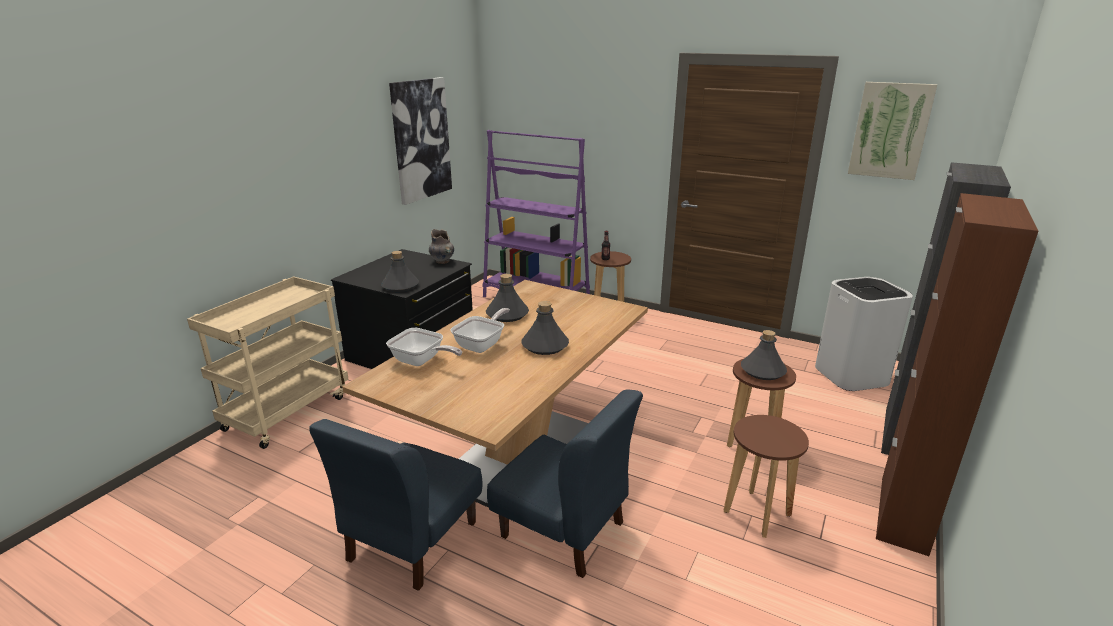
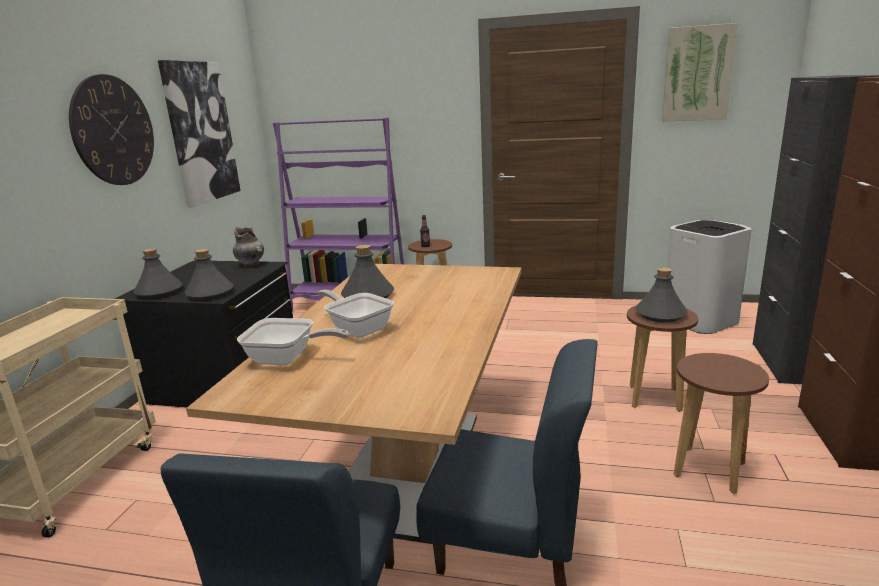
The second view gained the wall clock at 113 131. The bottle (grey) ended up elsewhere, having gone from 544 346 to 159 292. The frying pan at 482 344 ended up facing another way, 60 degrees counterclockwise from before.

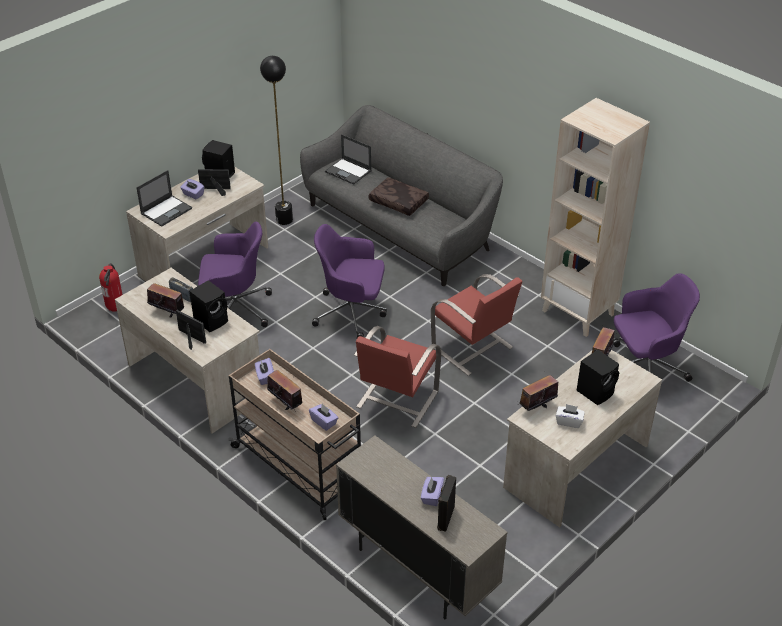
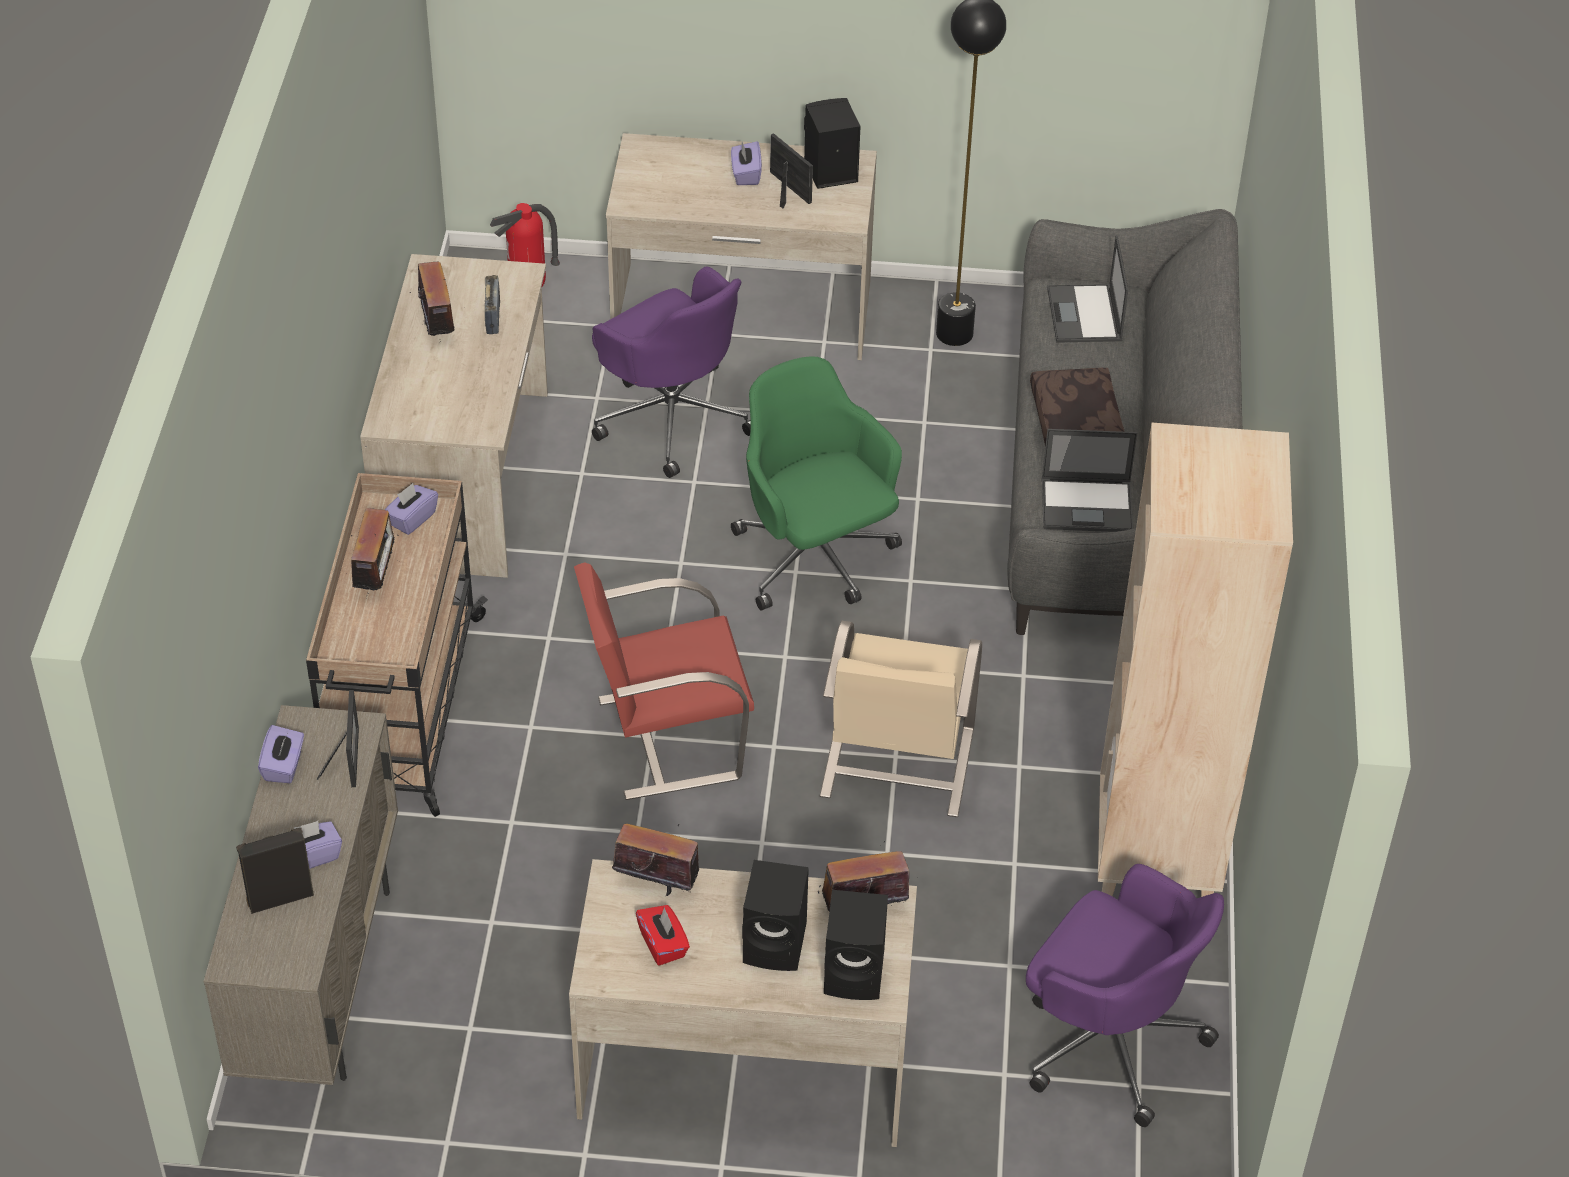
The laptop ended up elsewhere, having gone from 166 210 to 1088 505. The picture frame ended up elsewhere, having gone from 189 338 to 347 756. The speaker (black) ended up elsewhere, having gone from 212 320 to 856 973. The tissue box (purple) ended up elsewhere, having gone from 324 422 to 284 766. What was the office chair (purple) at 352 313 turned into the office chair (green) at 815 559. What was the chair (red) at 473 348 turned into the chair (beige) at 895 765. What was the tissue box (white) at 569 421 turned into the tissue box (red) at 663 945.

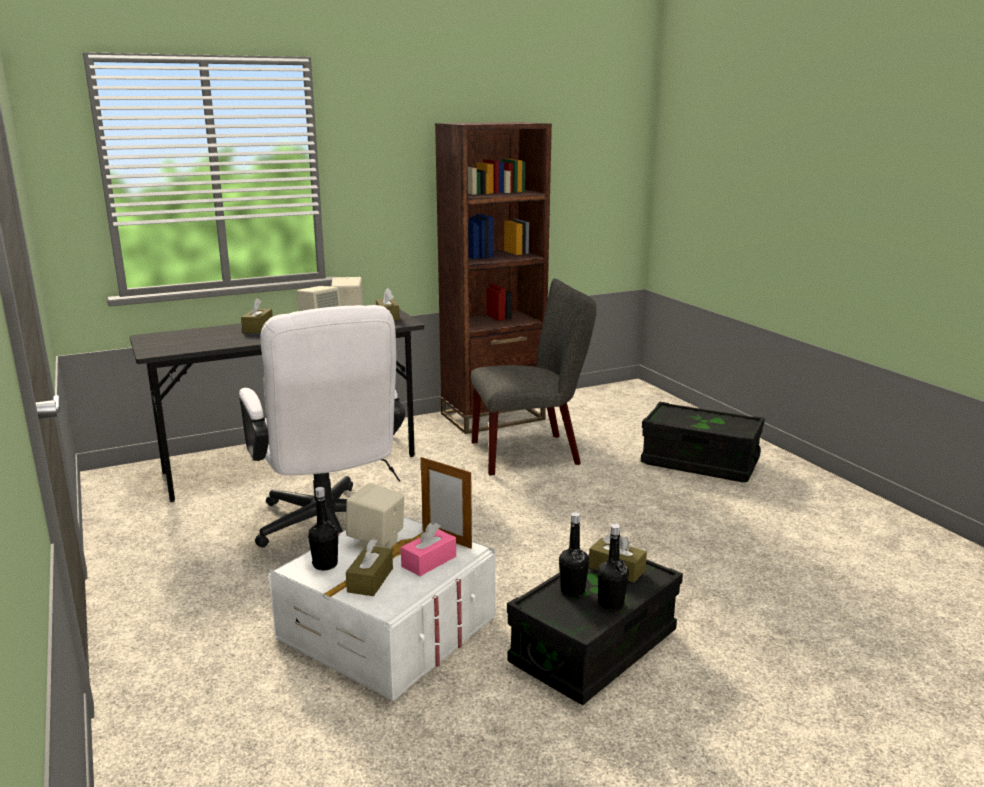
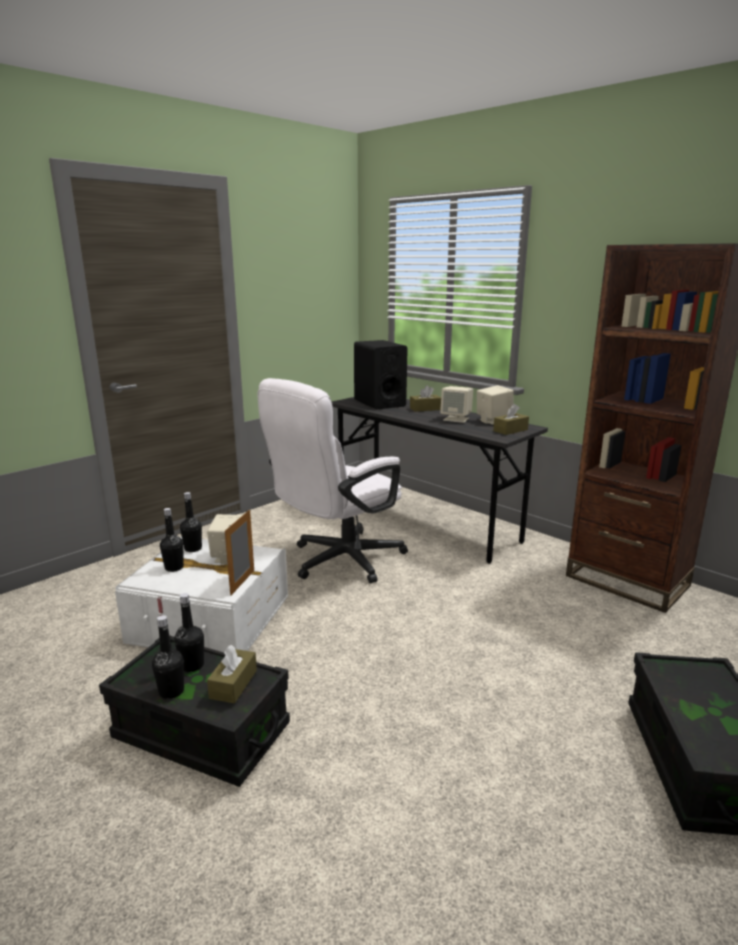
The second view lost the tissue box (pink) at 429 561. The second view lost the chair (grey) at 532 452. The second view gained the speaker (black) at 379 403. Where the tissue box (brown) stood at 370 580, the bottle (black) came to stand at 174 567.

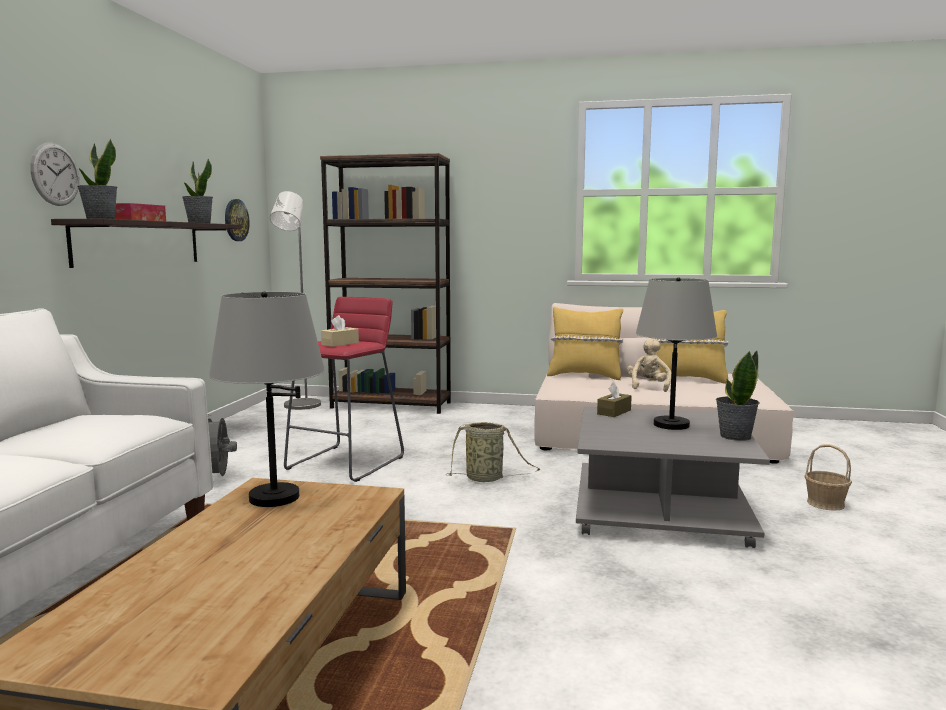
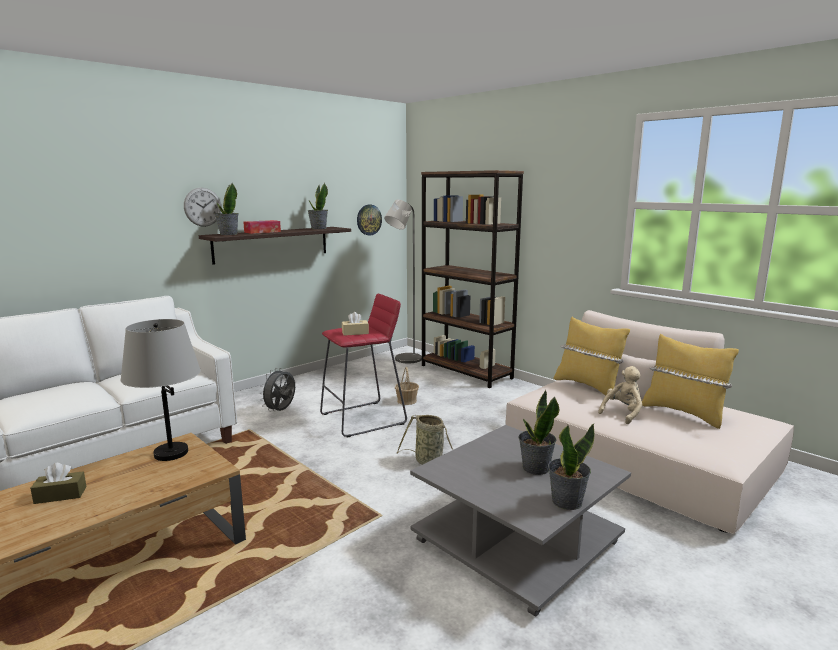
The tissue box (brown) ended up elsewhere, having gone from 614 412 to 60 495. The basket ended up elsewhere, having gone from 825 503 to 407 401. Where the table lamp (grey) stood at 671 425, the potted plant came to stand at 535 468.

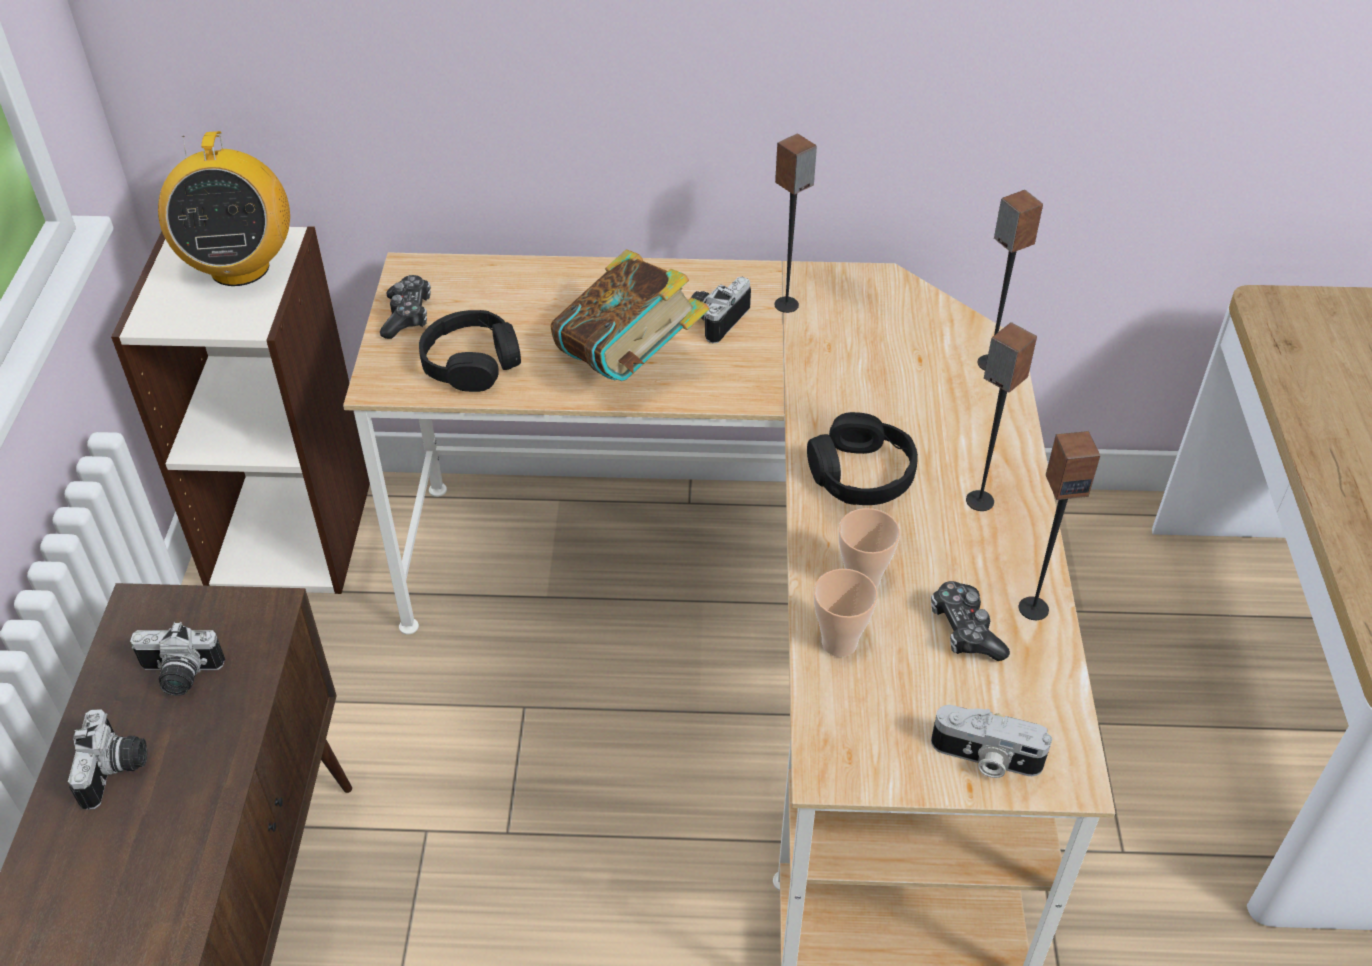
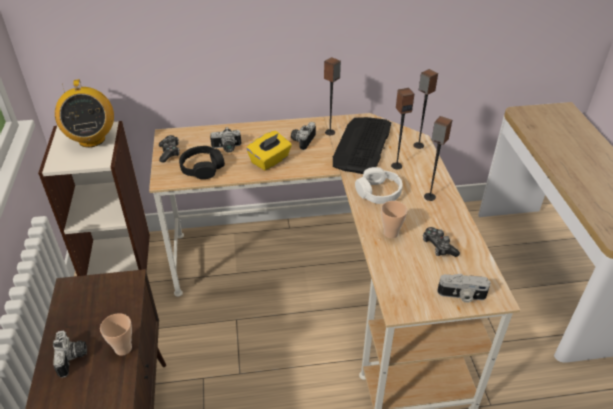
The second view gained the keyboard at 362 145. The photo camera ended up elsewhere, having gone from 179 676 to 227 148. The cup ended up elsewhere, having gone from 839 643 to 123 348. The speaker ended up elsewhere, having gone from 1033 608 to 396 165. Where the book stood at 629 362, the tissue box (yellow) came to stand at 270 160. What was the headphones (black) at 860 474 turned into the headphones (white) at 378 192.

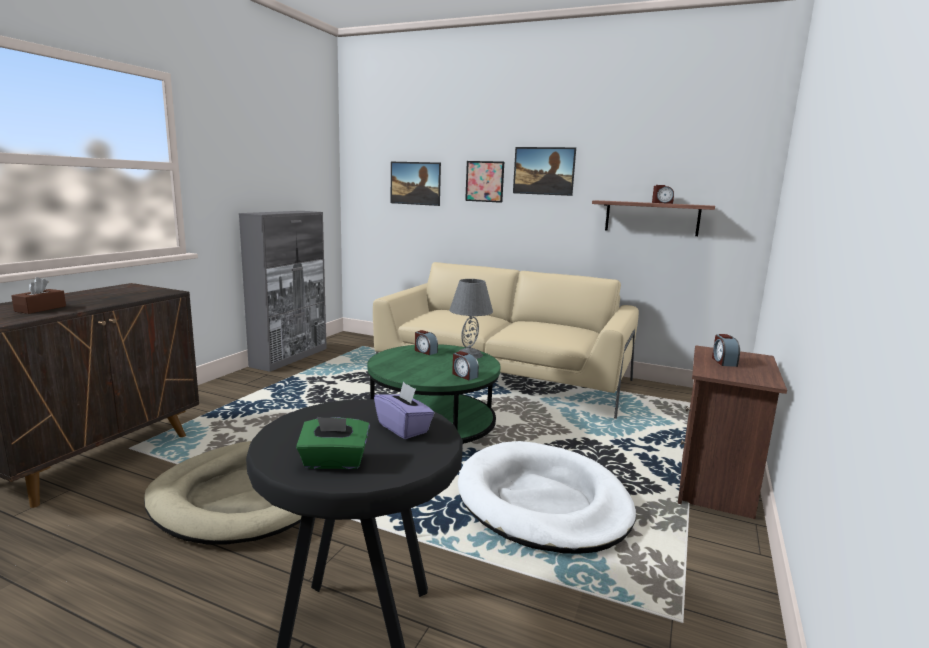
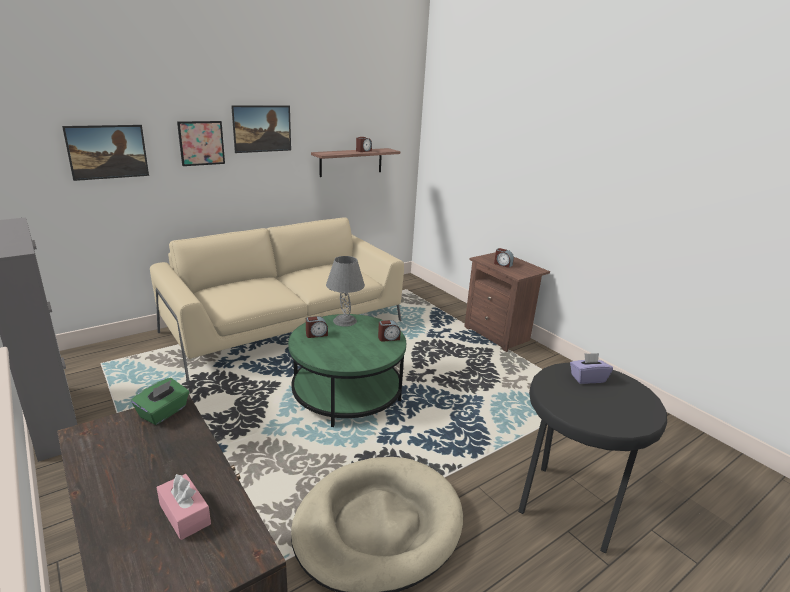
The second view lost the dog bed (white) at 542 502. The tissue box (green) ended up elsewhere, having gone from 334 462 to 164 412. What was the tissue box (brown) at 40 309 turned into the tissue box (pink) at 184 514.

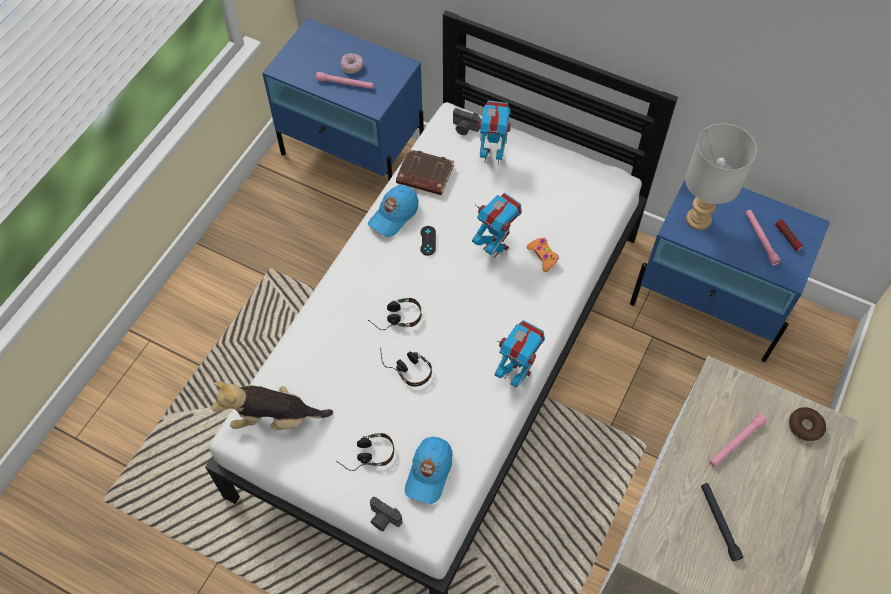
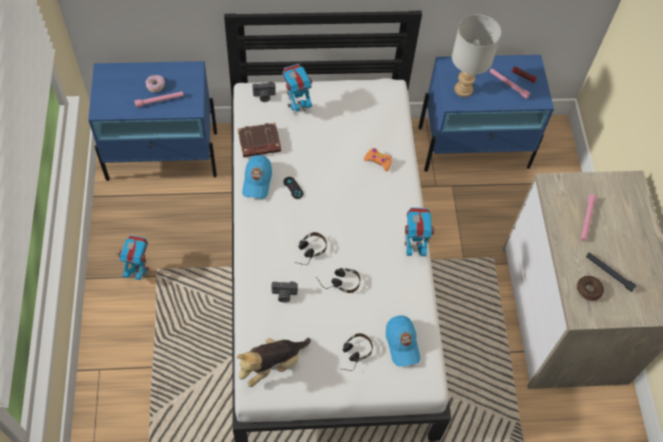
The photo camera ended up elsewhere, having gone from 383 519 to 284 295. The toy robot ended up elsewhere, having gone from 495 247 to 139 271. The donut ended up elsewhere, having gone from 805 427 to 588 290.

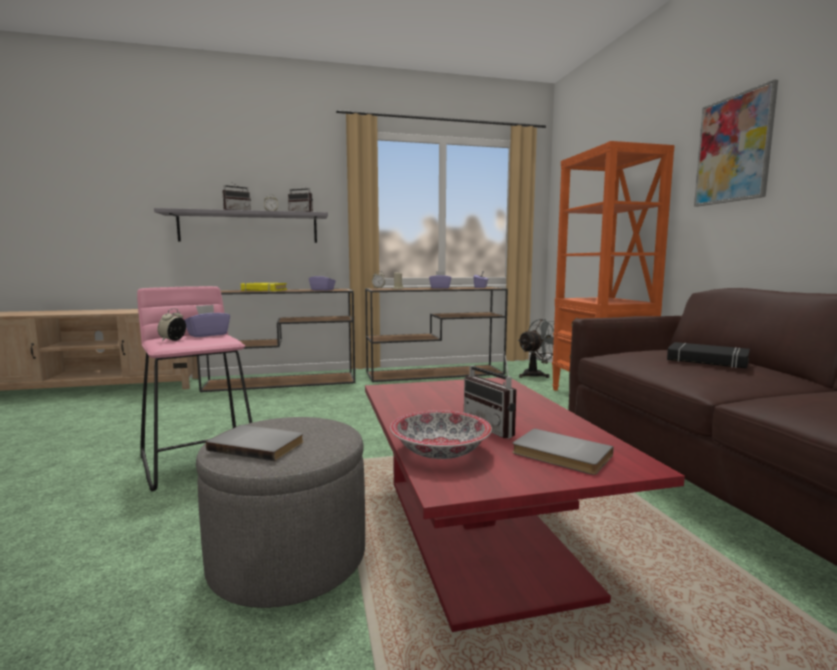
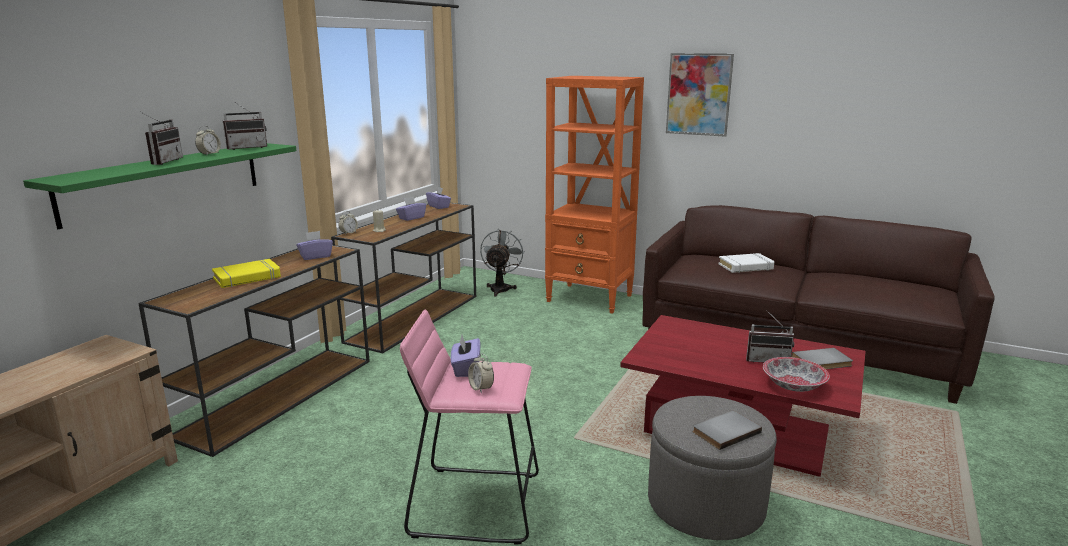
What was the shelf (grey) at 249 227 turned into the shelf (green) at 165 181. What was the book (black) at 707 361 turned into the book (white) at 746 267.

